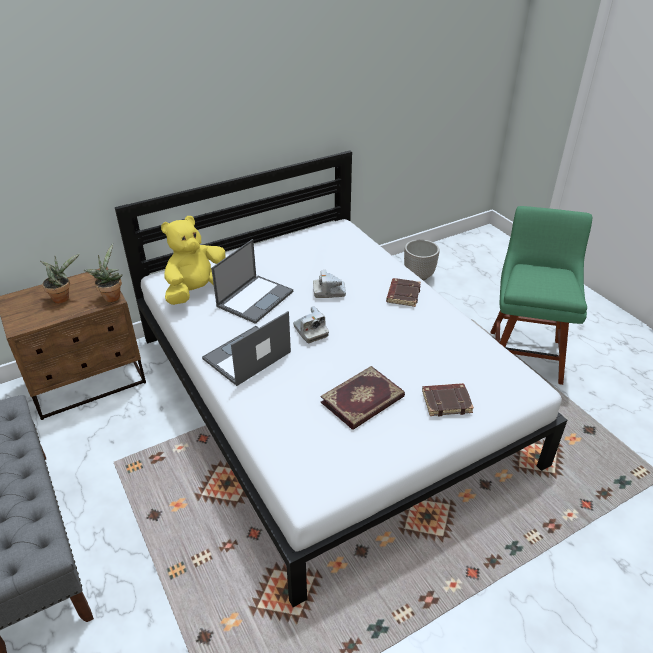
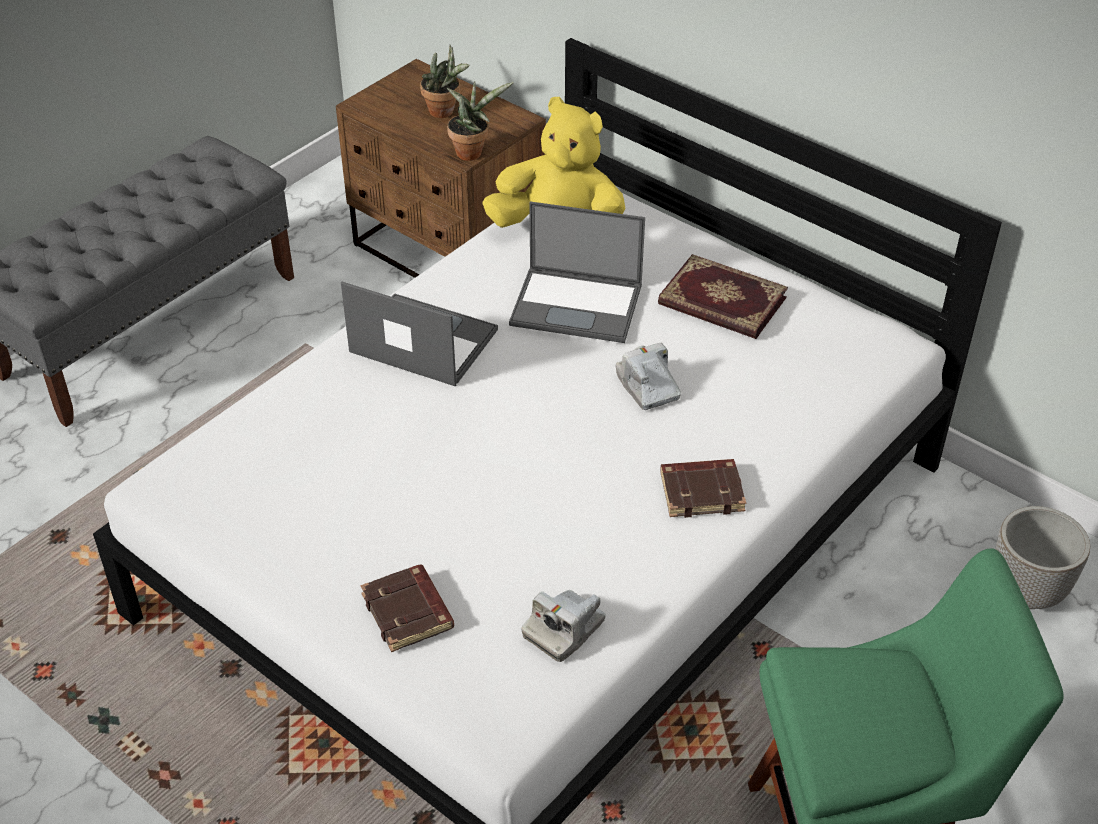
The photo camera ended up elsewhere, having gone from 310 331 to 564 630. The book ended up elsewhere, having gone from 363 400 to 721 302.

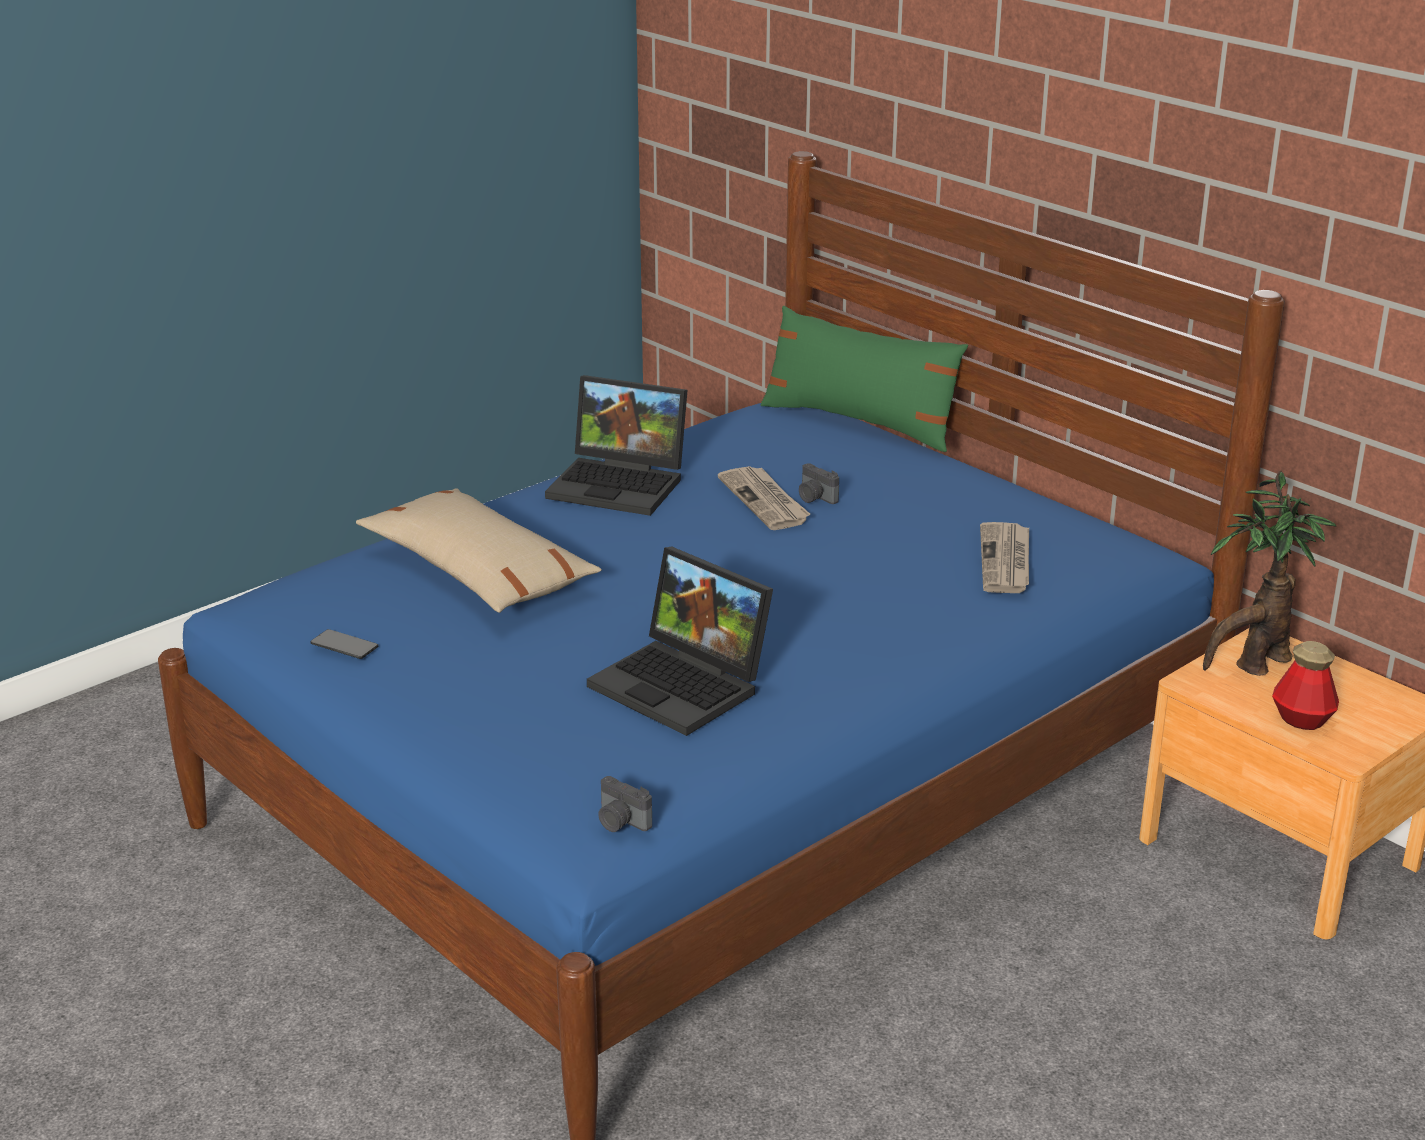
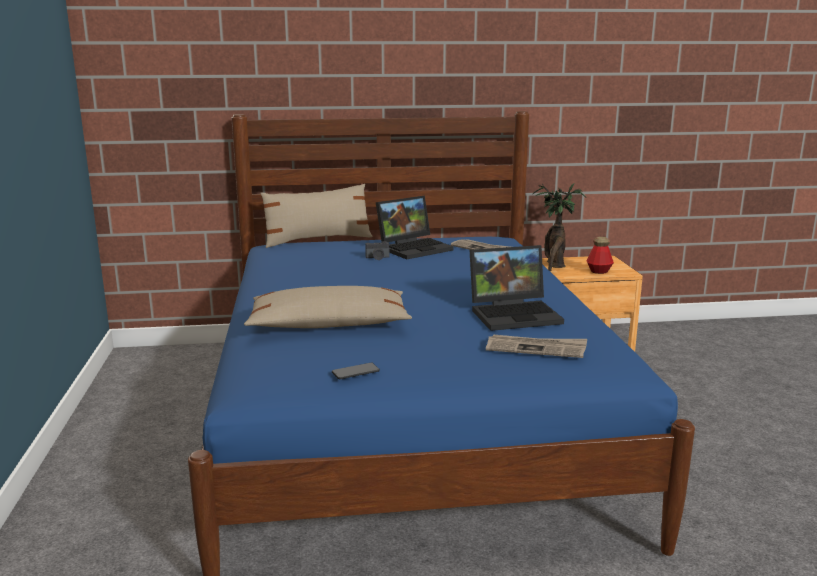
The second view lost the photo camera at 620 822. The laptop ended up elsewhere, having gone from 622 484 to 414 248. The newspaper ended up elsewhere, having gone from 765 501 to 536 348. What was the pillow (green) at 860 422 turned into the pillow (beige) at 318 240.

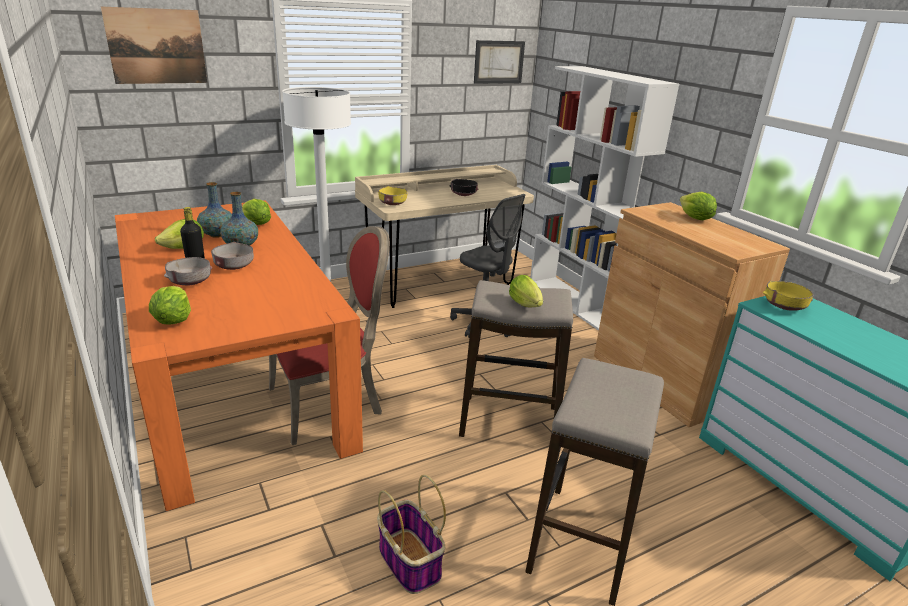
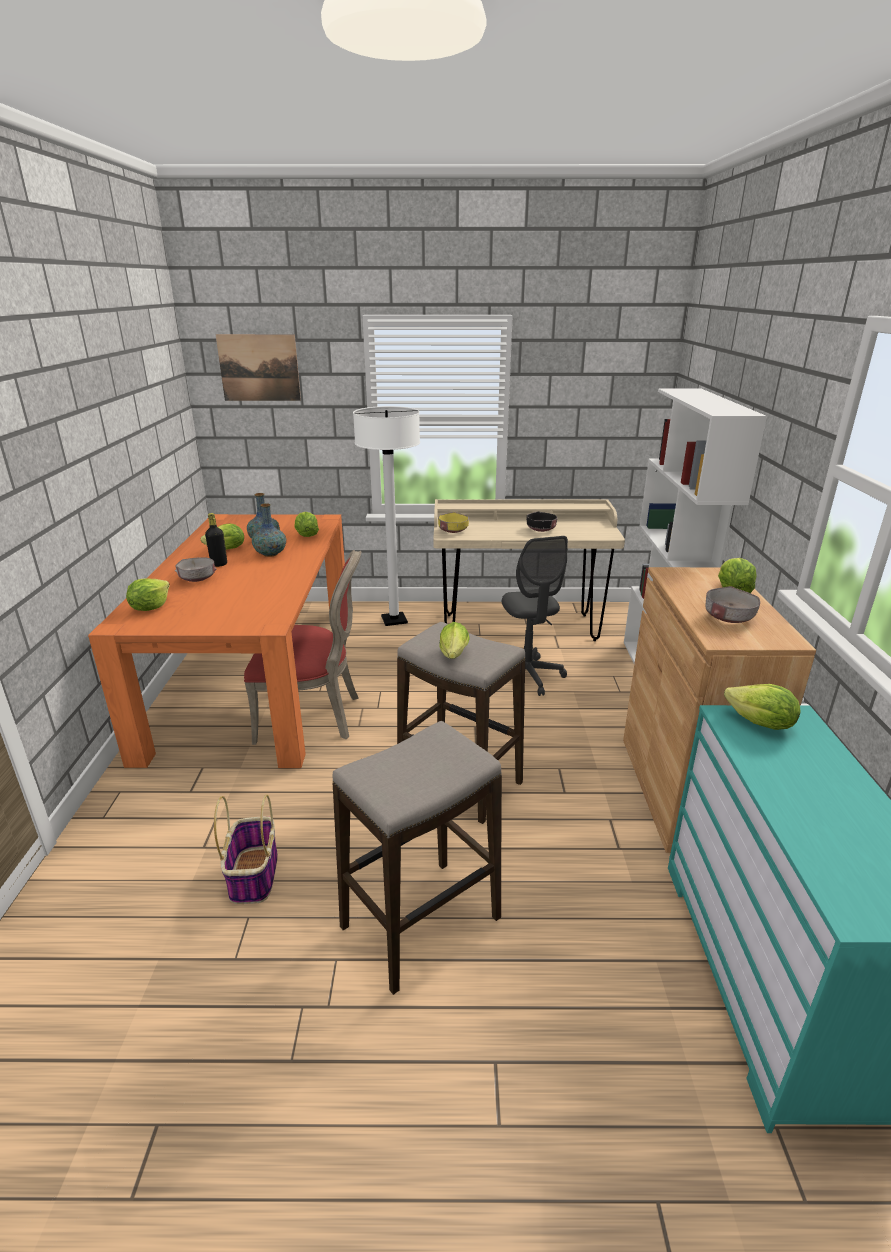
The second view lost the picture at 498 62. The bowl (grey) ended up elsewhere, having gone from 234 266 to 728 618. Where the bowl (yellow) stood at 784 306, the lettuce came to stand at 760 724.

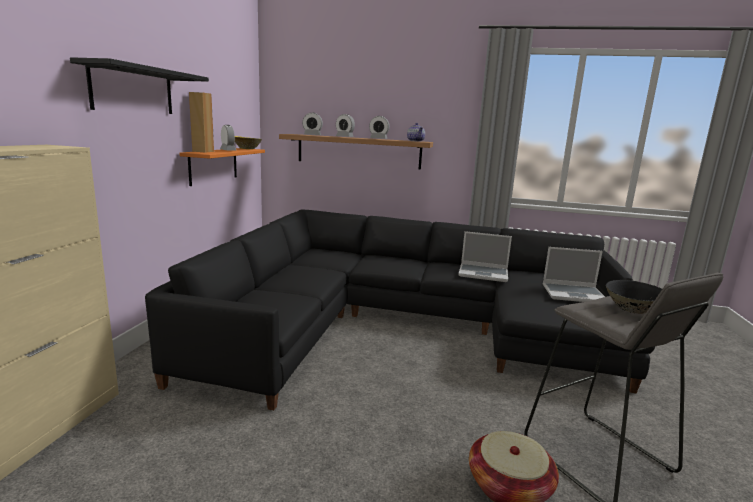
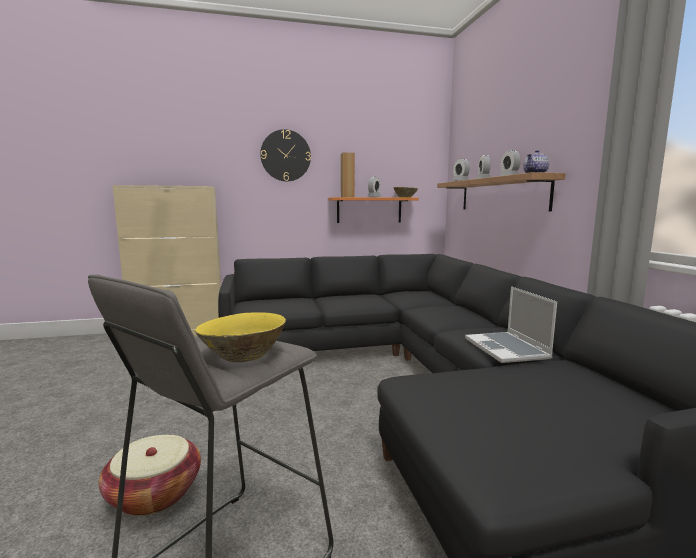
The second view lost the laptop at 574 294. Where the shelf (black) hung at 133 90, the wall clock came to hang at 285 155. What was the bowl (black) at 631 309 turned into the bowl (yellow) at 243 355.

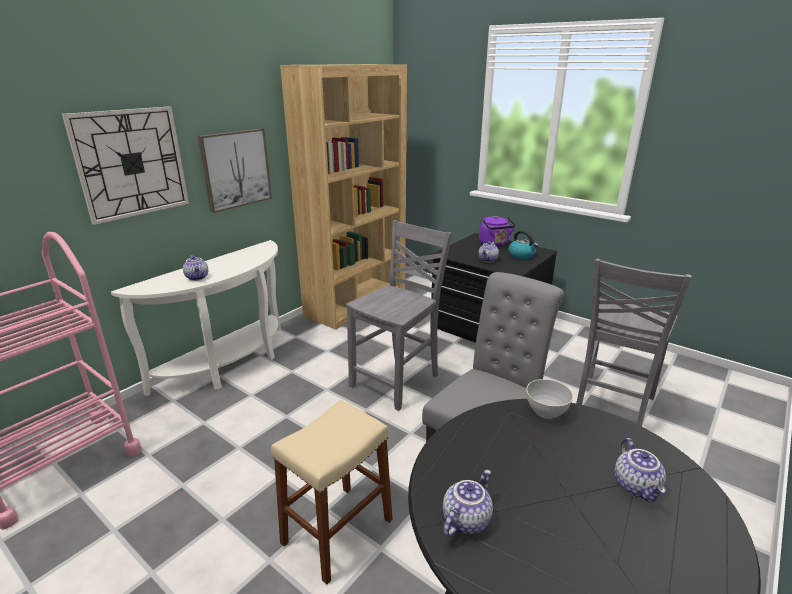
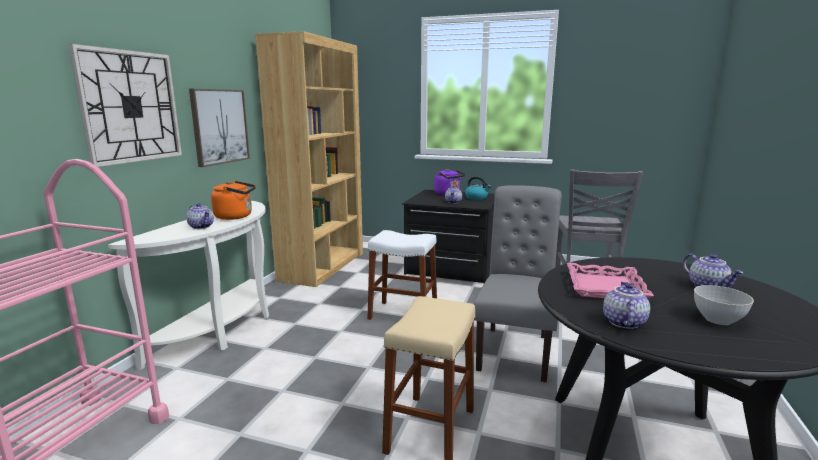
The second view gained the kettle (orange) at 236 216. The second view gained the tray (pink) at 606 287. The bowl (grey) ended up elsewhere, having gone from 546 412 to 718 320. Where the chair (grey) stood at 397 381, the stool (white) came to stand at 403 314.

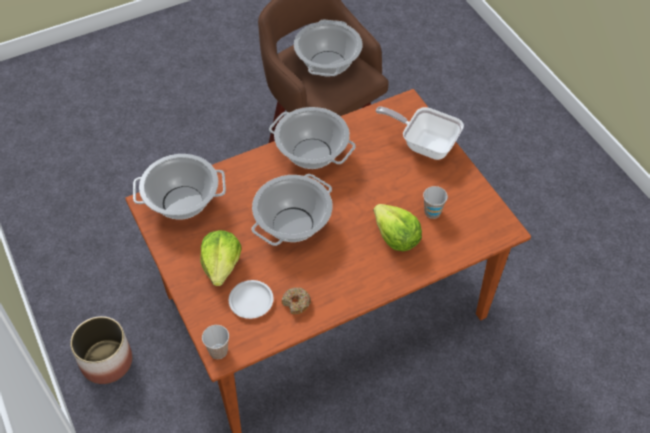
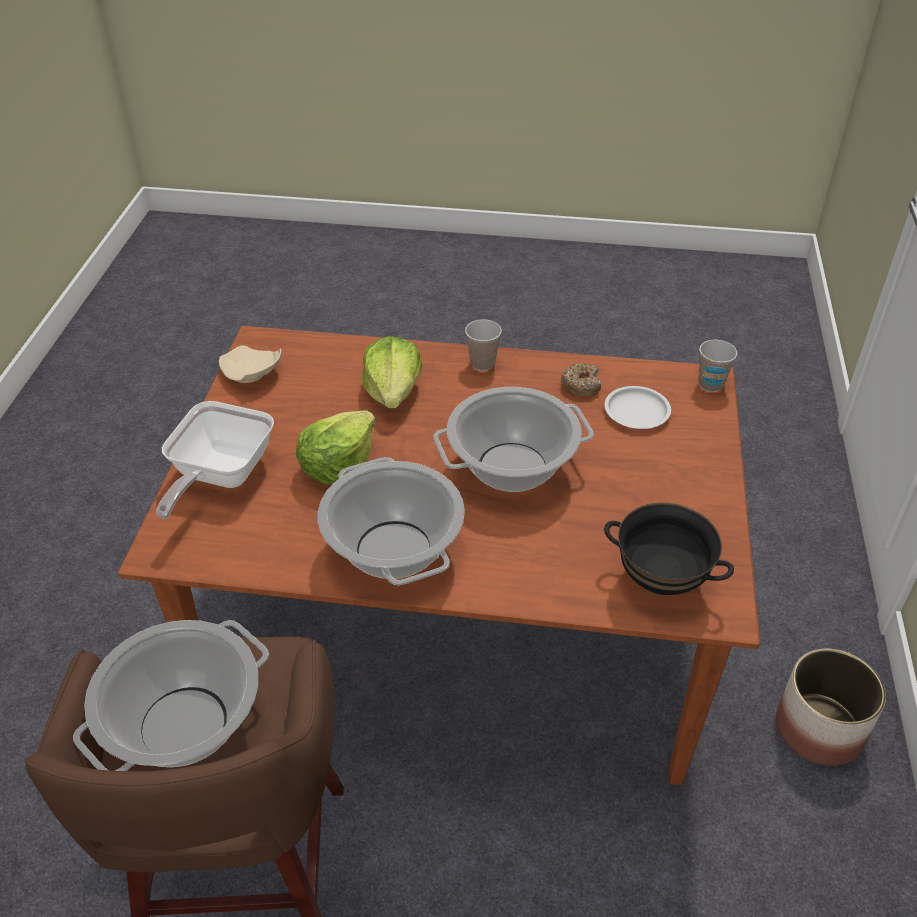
The second view gained the plate (beige) at 251 374. The lettuce ended up elsewhere, having gone from 221 265 to 338 465. The cup ended up elsewhere, having gone from 432 212 to 482 363. Where the cooking pot stood at 182 203, the bowl (black) came to stand at 661 580. The frying pan at 424 144 ended up facing another way, 45 degrees clockwise from before.

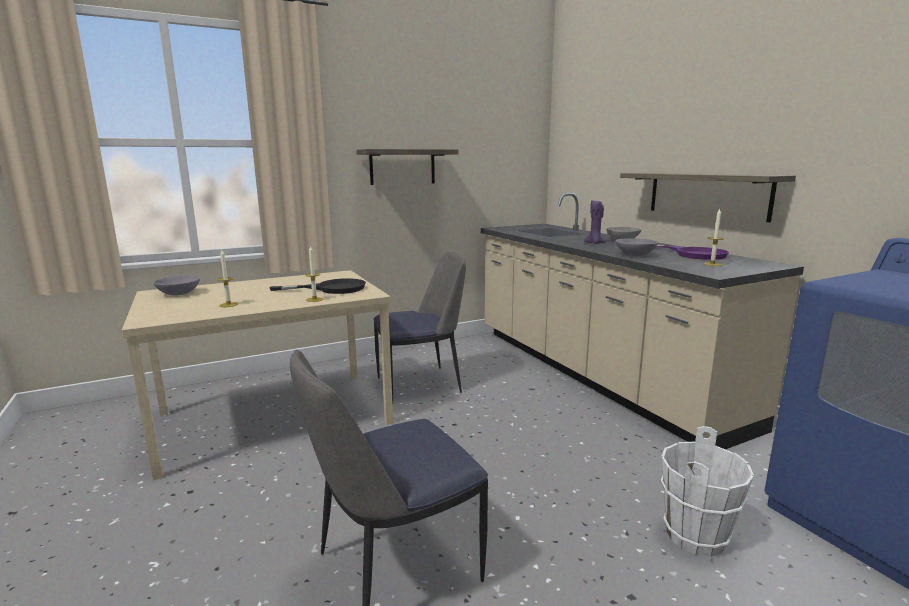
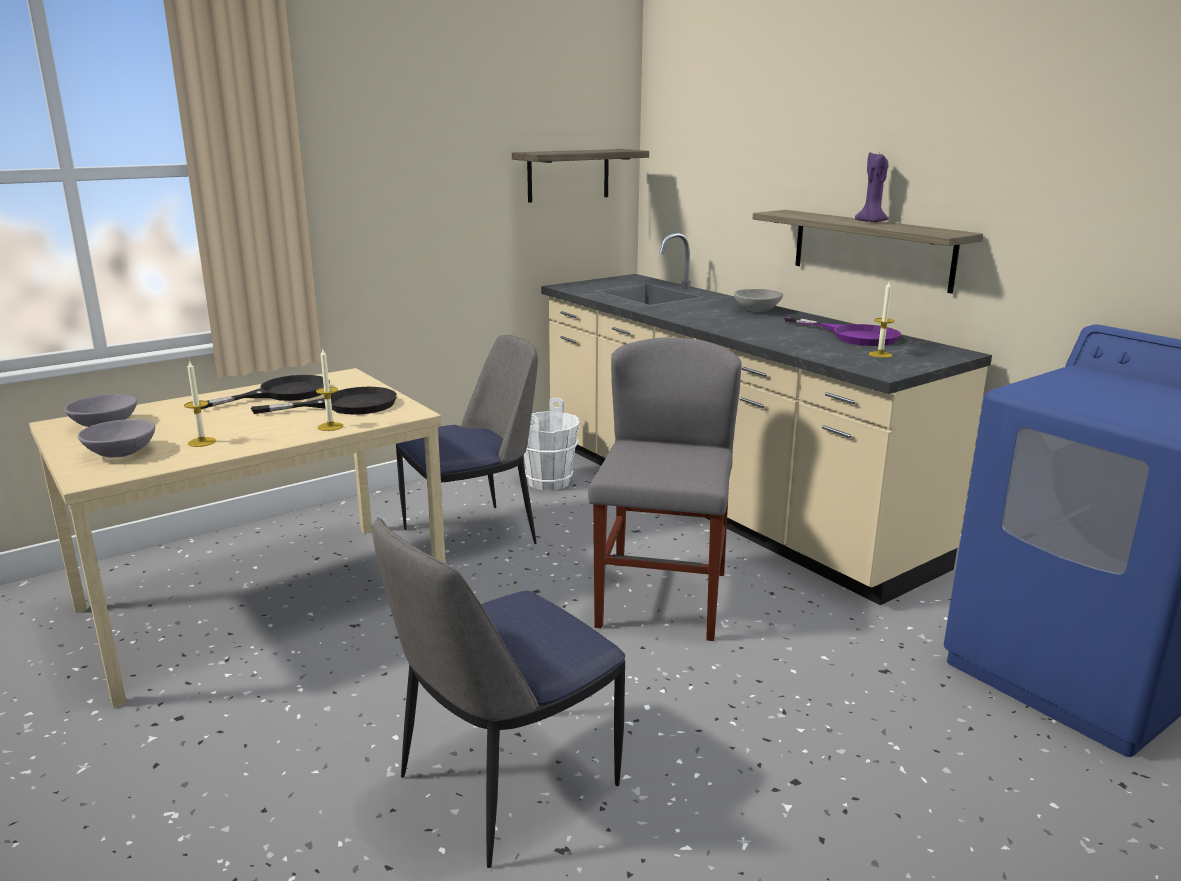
The second view gained the frying pan (black) at 282 394. The second view gained the chair (grey) at 662 599. The shelf ended up elsewhere, having gone from 402 167 to 568 175. The candle (purple) ended up elsewhere, having gone from 594 243 to 871 222. The bowl (grey) ended up elsewhere, having gone from 635 255 to 121 453. The bucket (white) ended up elsewhere, having gone from 696 536 to 549 482.

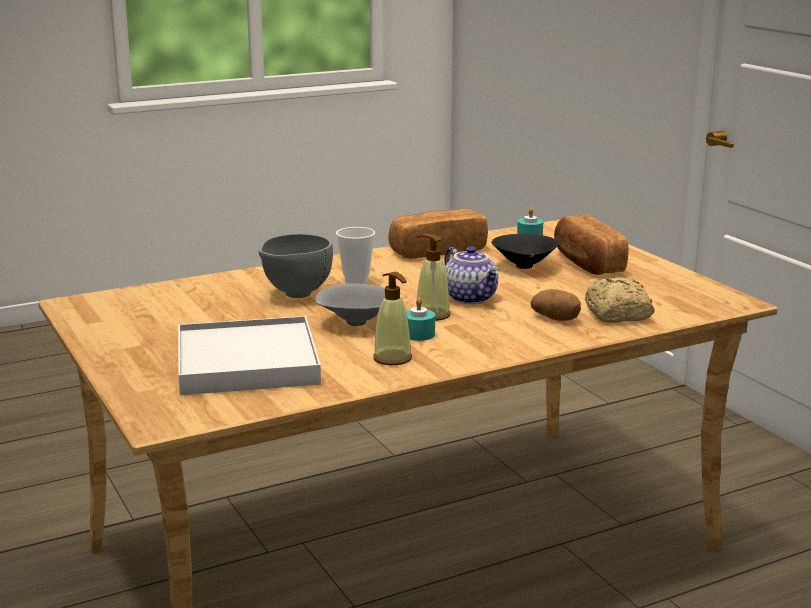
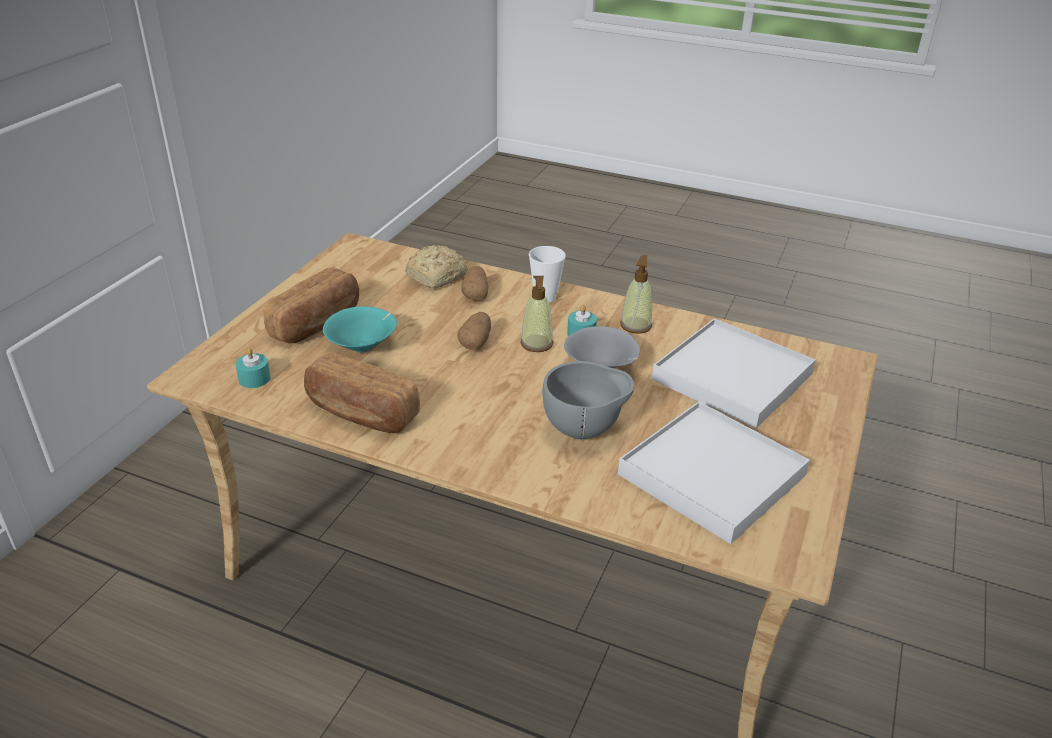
The second view gained the tray (white) at 712 475. The cup ended up elsewhere, having gone from 356 282 to 545 297. Where the teapot stood at 471 298, the potato came to stand at 476 342. What was the bowl (black) at 524 267 turned into the bowl (turquoise) at 363 347.

